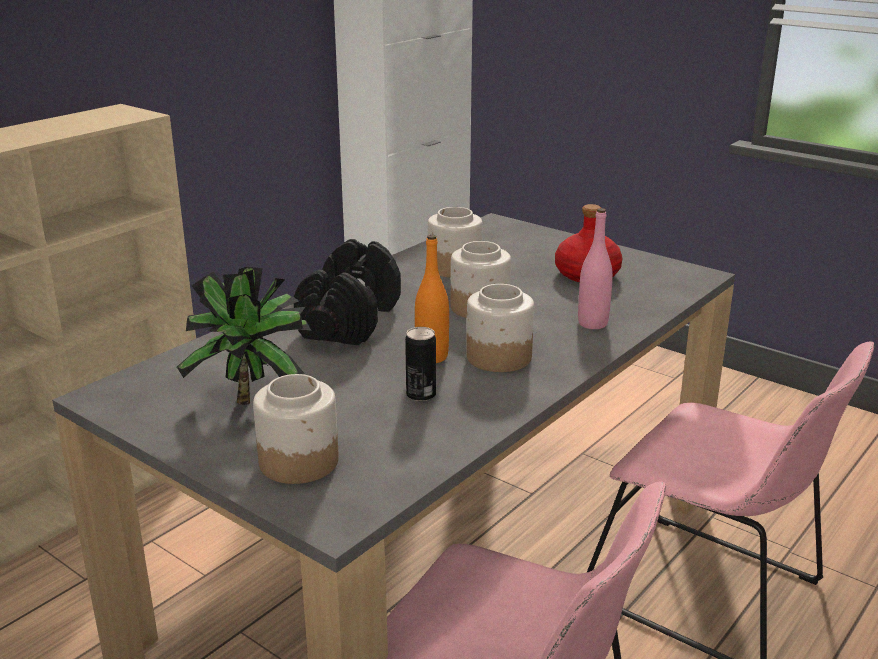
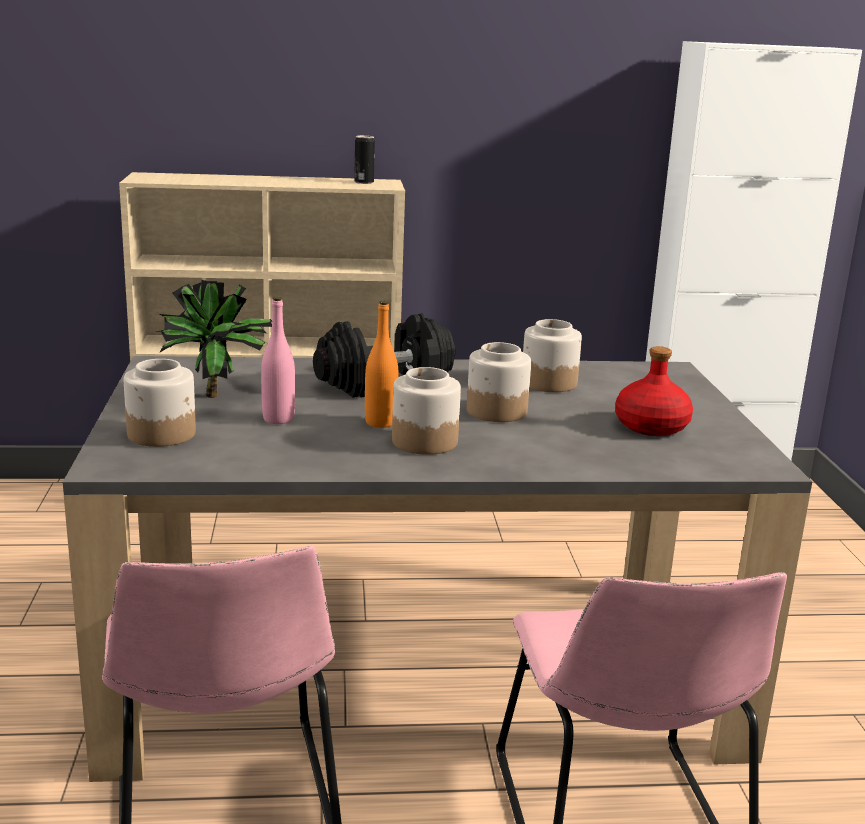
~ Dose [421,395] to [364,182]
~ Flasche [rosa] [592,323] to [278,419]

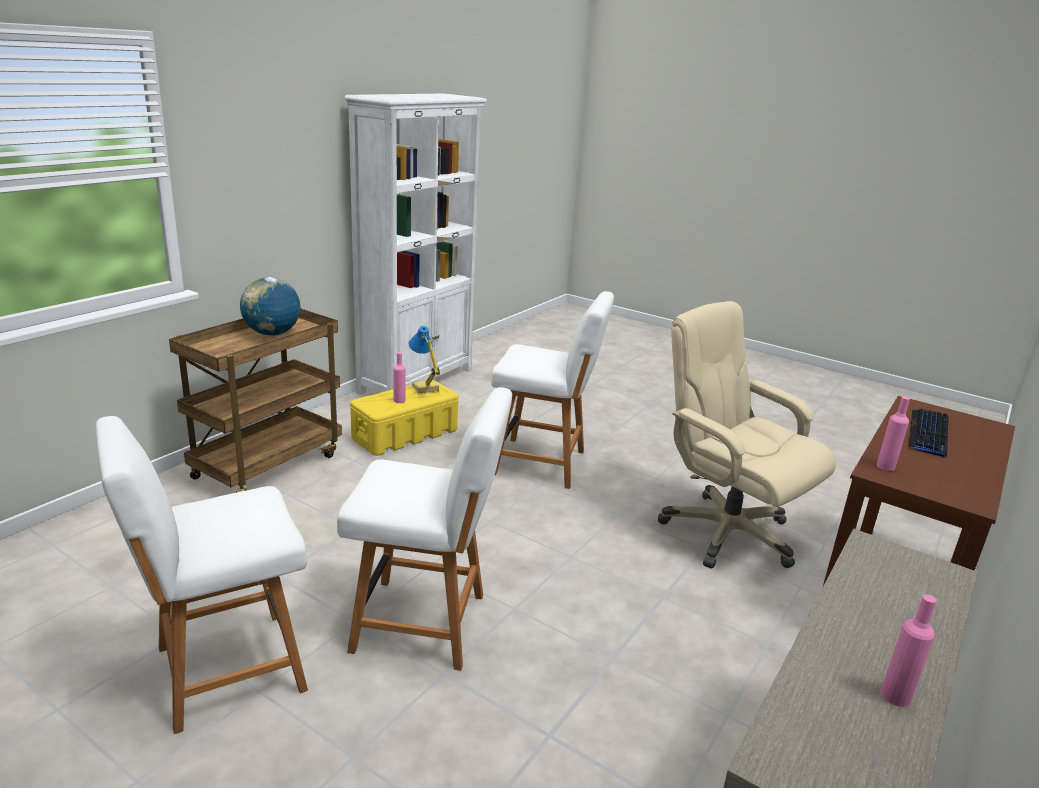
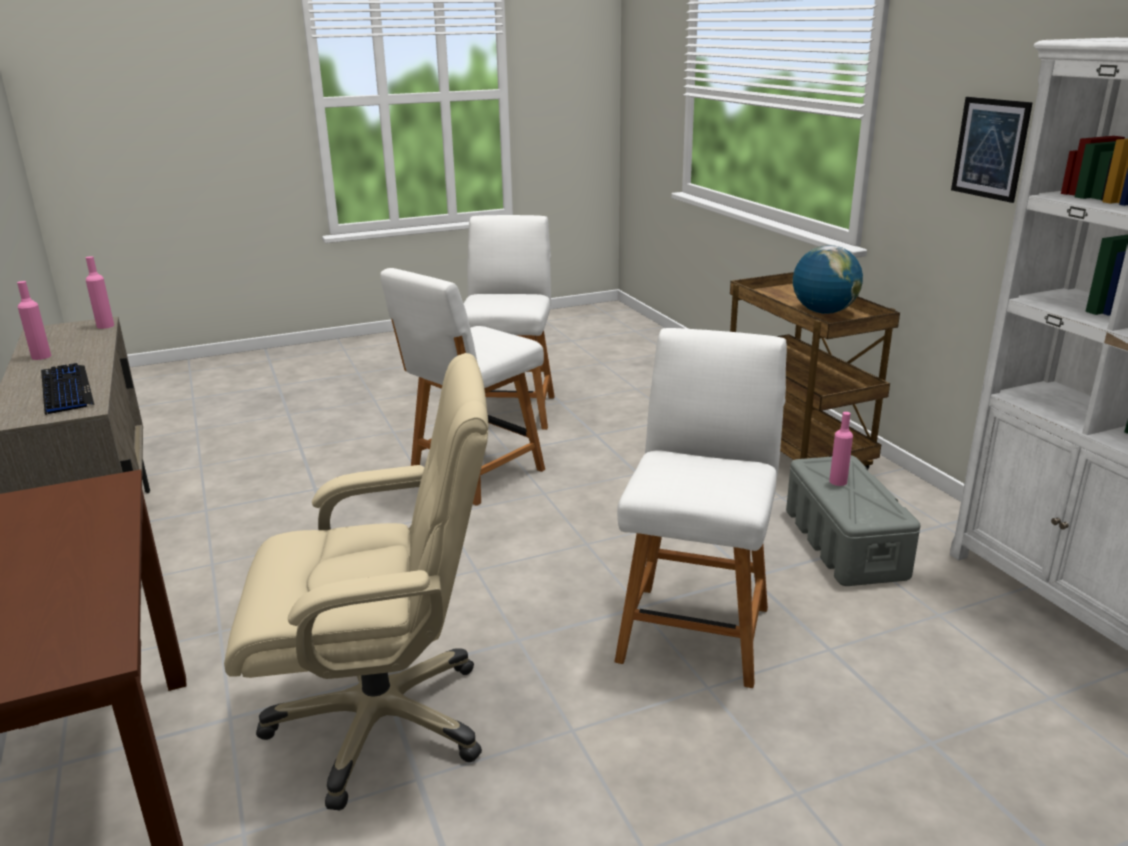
- Tischlampe [424,389]
+ Bild [990,148]
~ Flasche [rosa] [885,466] to [105,326]
~ Tastatur [929,433] to [66,390]
~ Aufbewahrungsbox [gelb] [404,434] to Aufbewahrungsbox [grau] [844,542]
~ Stuhl [weiß] [543,463] = [695,629] 150 degrees clockwise

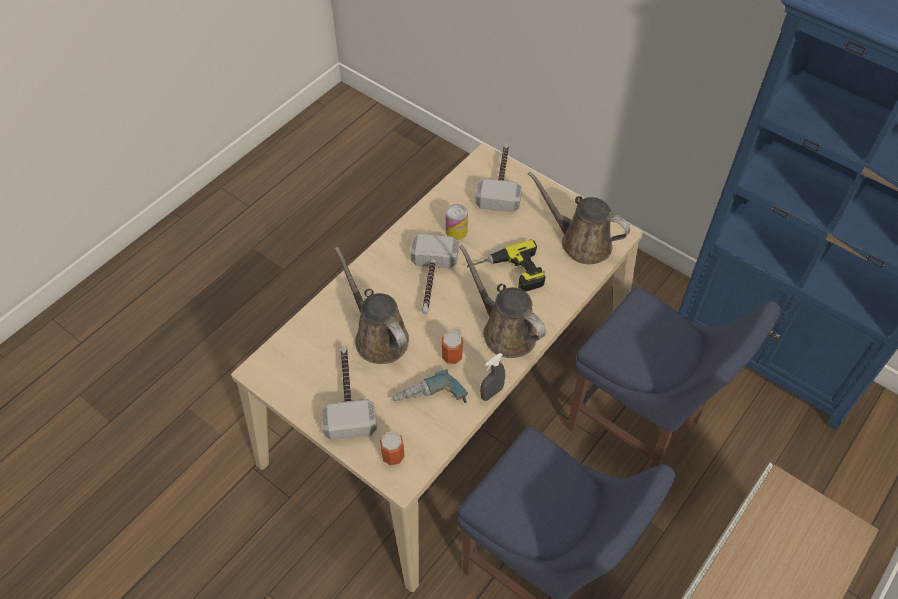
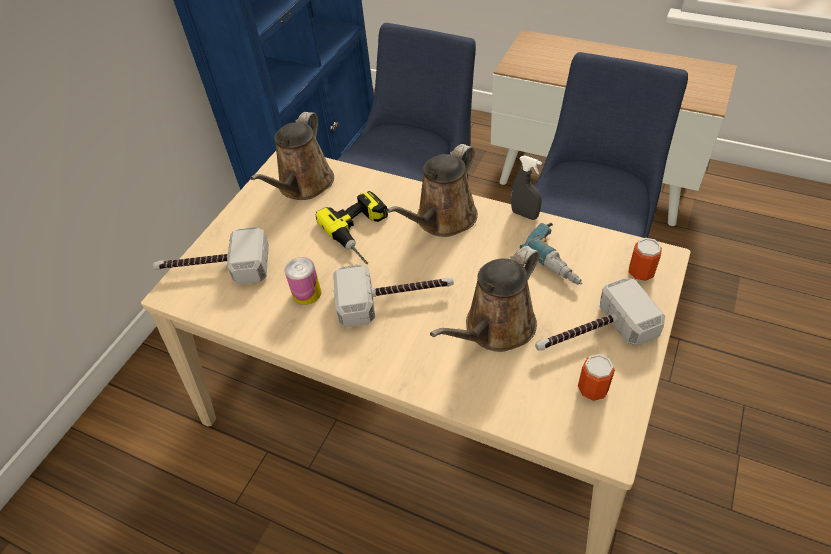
~ Dose [452,356] to [592,389]

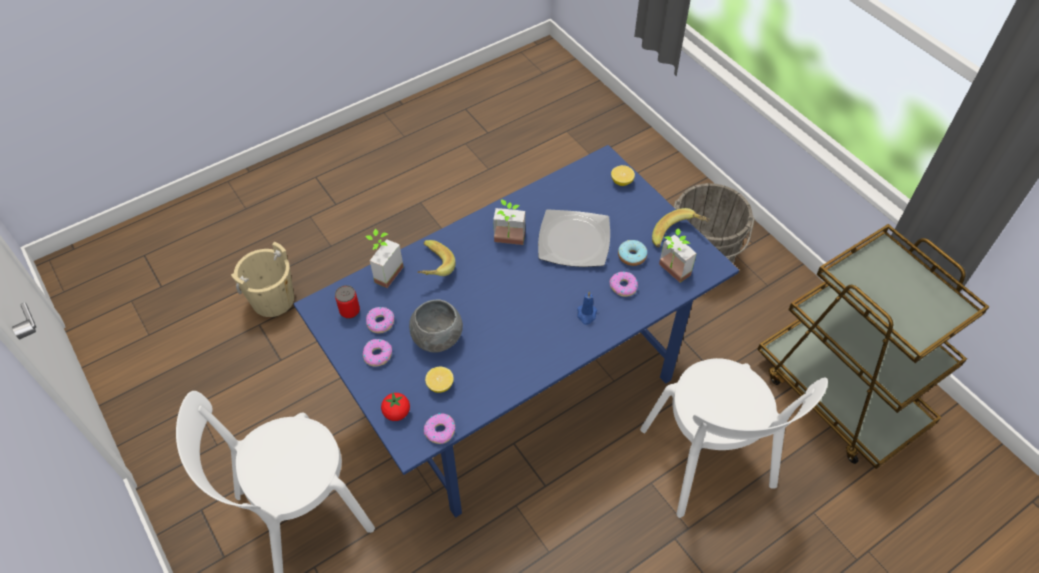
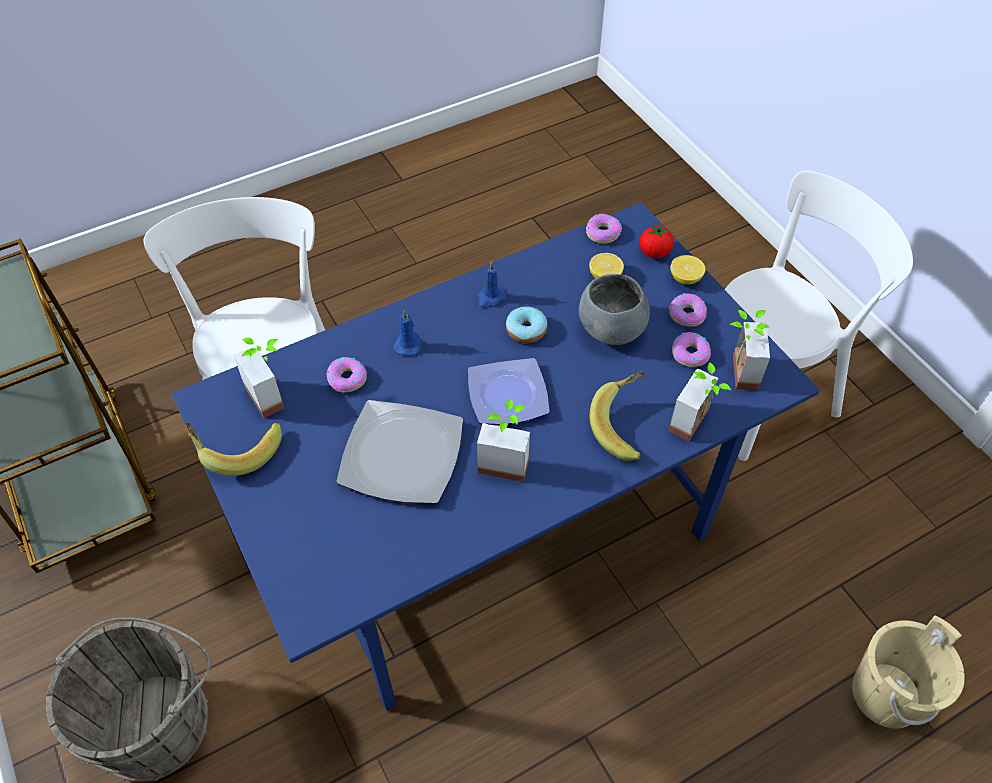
+ Teller [506,397]
+ Kerze [blau] [490,298]
~ Zitrone [621,181] to [685,279]
~ Donut [631,256] to [526,330]
~ Dose [350,311] to Topfpflanze [735,371]

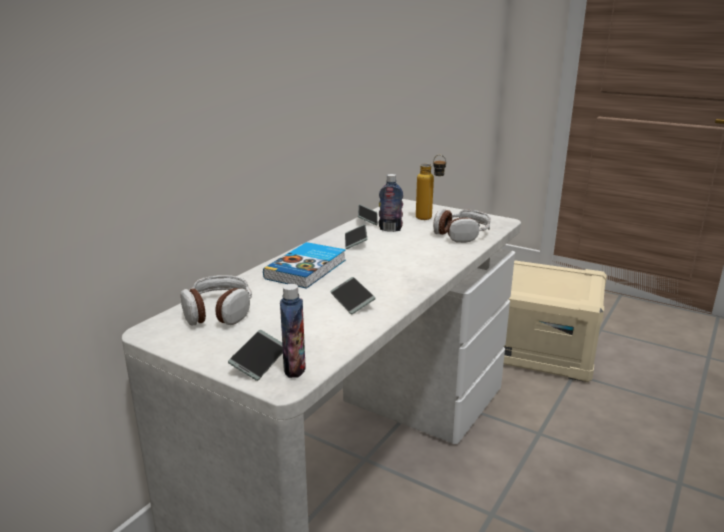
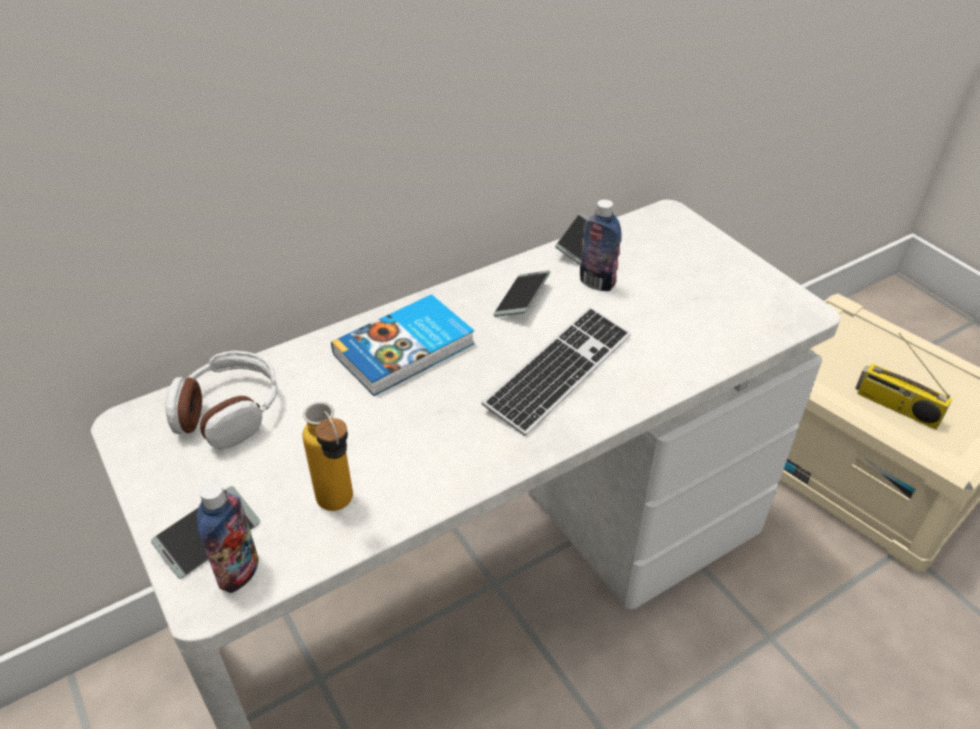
- Handy [352,301]
- Kopfhörer [462,234]
+ Tastatur [559,372]
+ Radio [896,407]
~ Flasche [429,219] to [340,509]

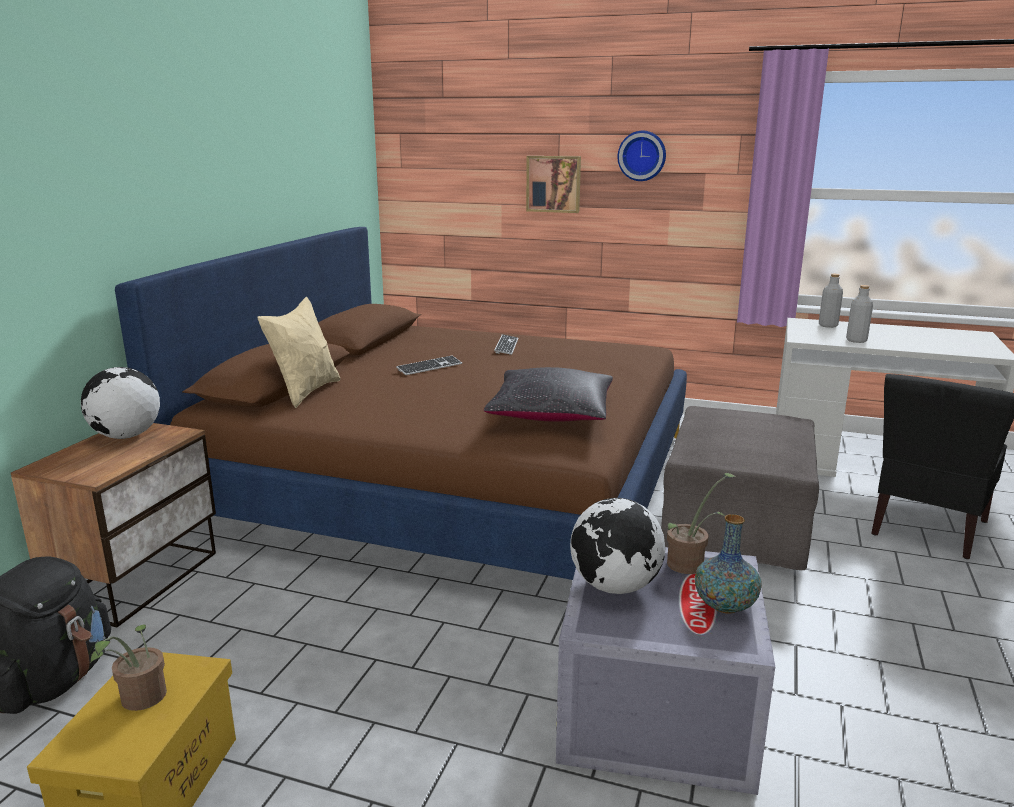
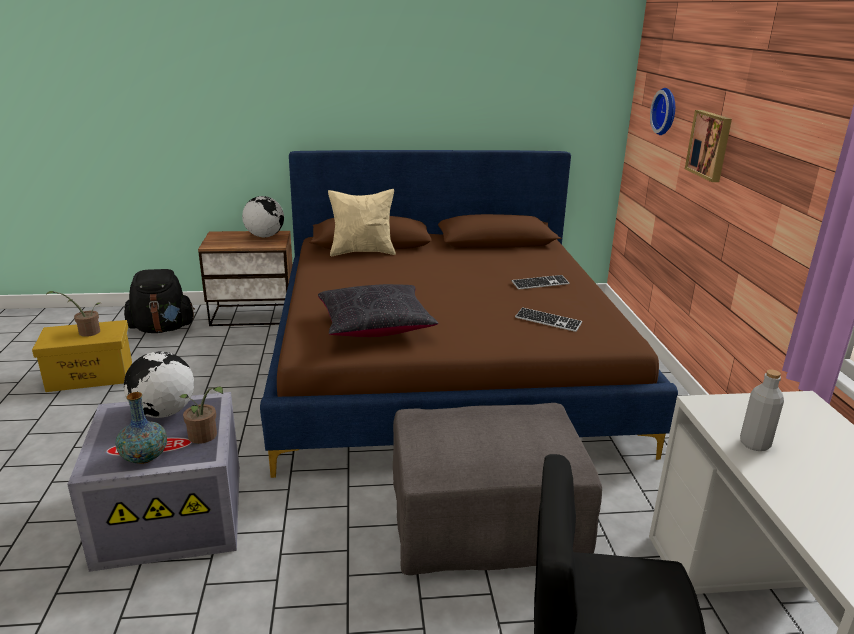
- Flasche [grau] [828,325]
~ Tastatur [429,367] to [548,321]
~ Wanduhr [642,155] to [666,111]

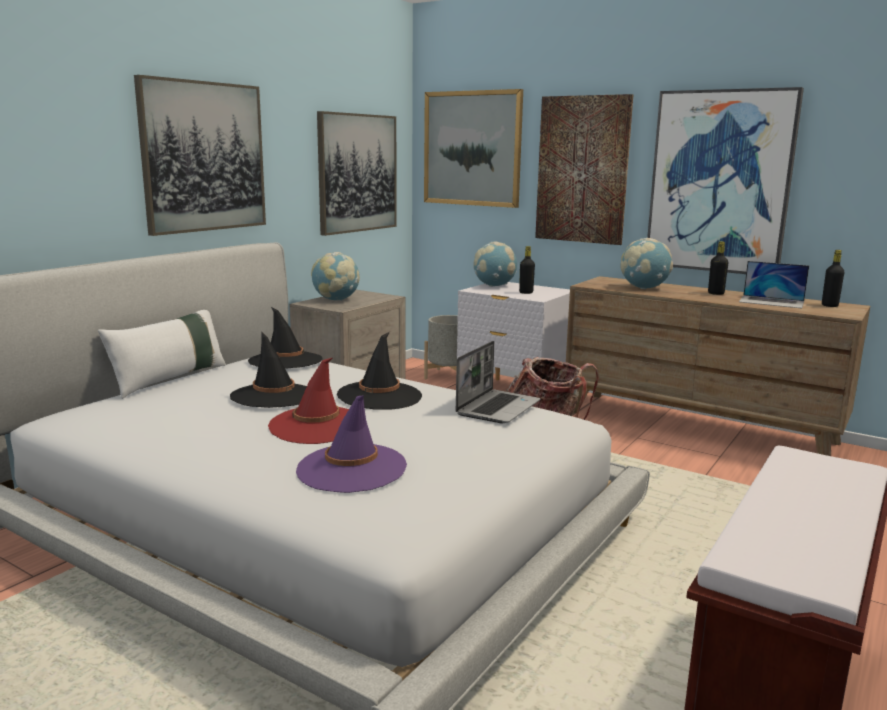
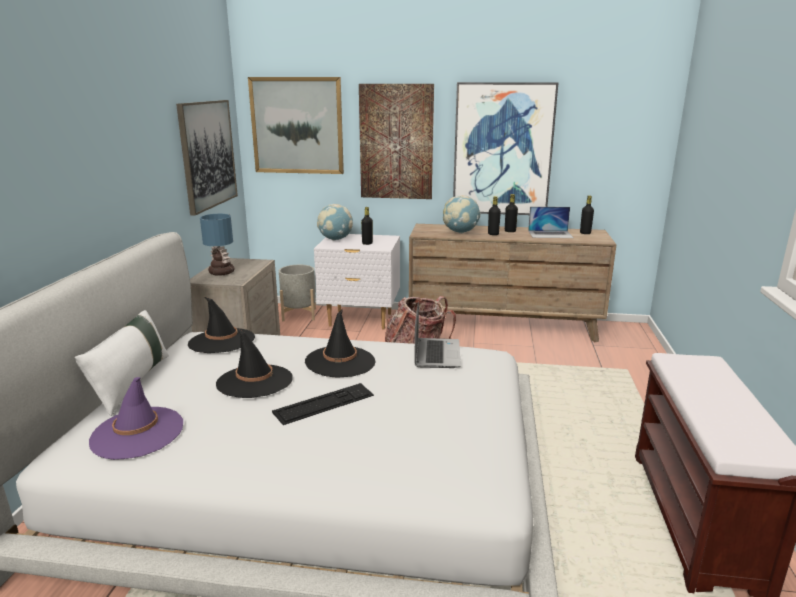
- Bild [204,157]
+ Flasche [schwarz] [493,234]
~ Hut [lila] [351,468] to [137,433]
~ Hut [rot] [317,426] to Tastatur [324,403]
~ Globus [336,300] to Tischlampe [220,272]

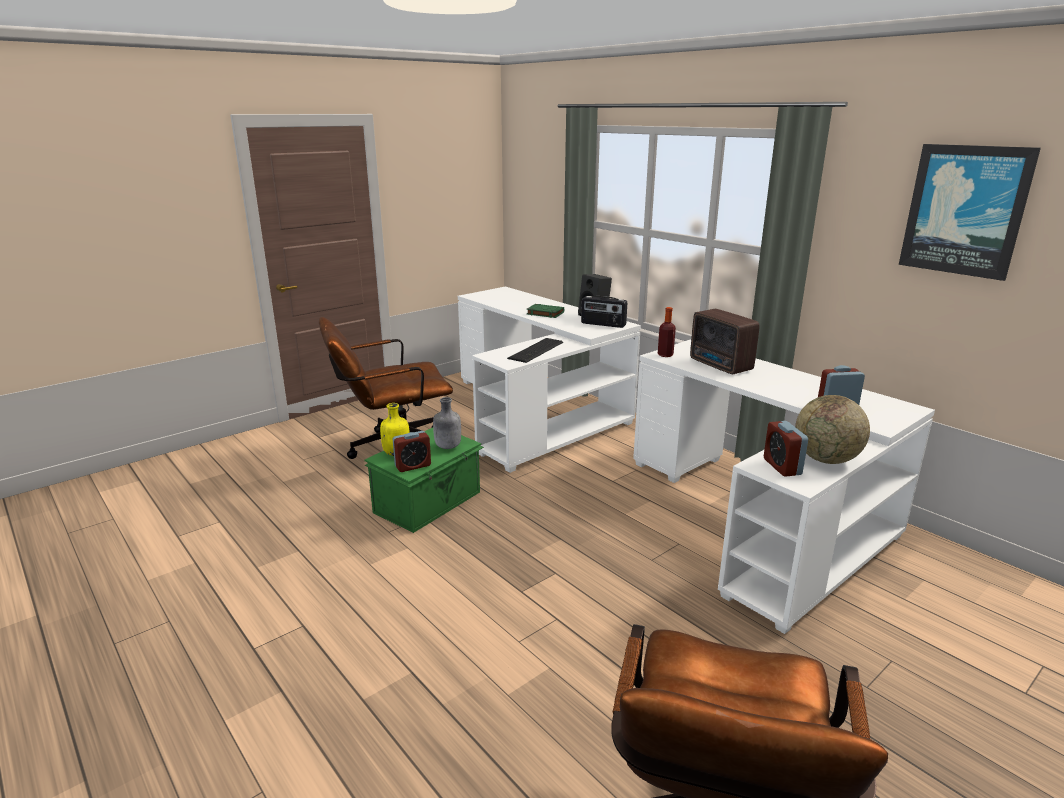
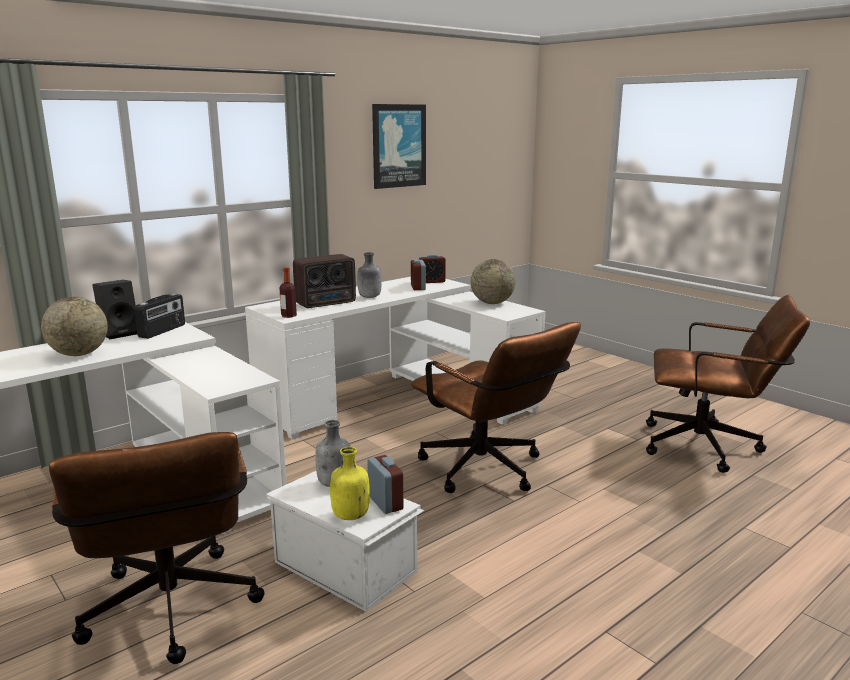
- Tastatur [537,350]
+ Flasche [grau] [369,297]
+ Bürostuhl [braun] [489,472]
~ Wecker [782,467] to [432,281]
~ Buch [grün] [544,313] to Globus [79,354]
~ Aufbewahrungsbox [grün] [429,502] to Aufbewahrungsbox [weiß] [345,565]

